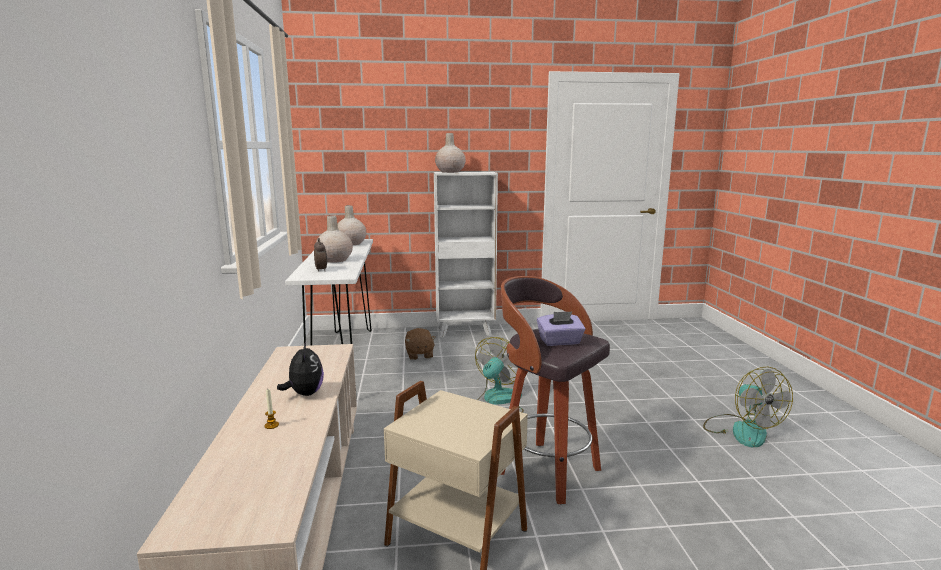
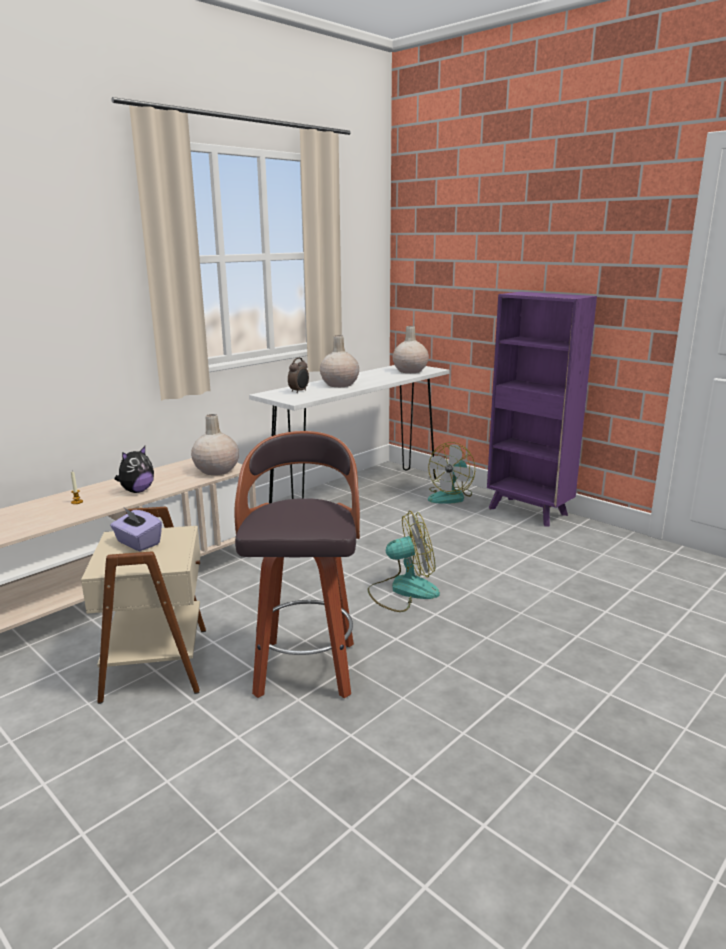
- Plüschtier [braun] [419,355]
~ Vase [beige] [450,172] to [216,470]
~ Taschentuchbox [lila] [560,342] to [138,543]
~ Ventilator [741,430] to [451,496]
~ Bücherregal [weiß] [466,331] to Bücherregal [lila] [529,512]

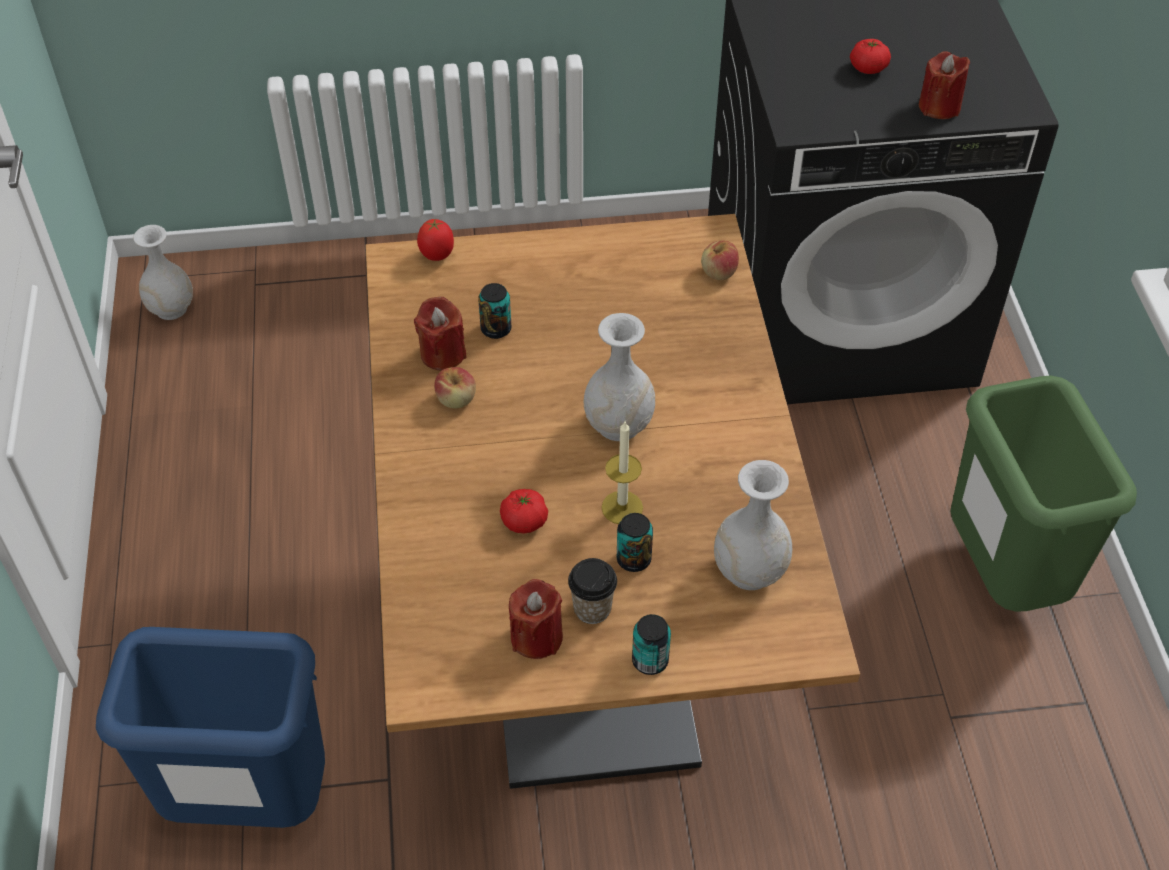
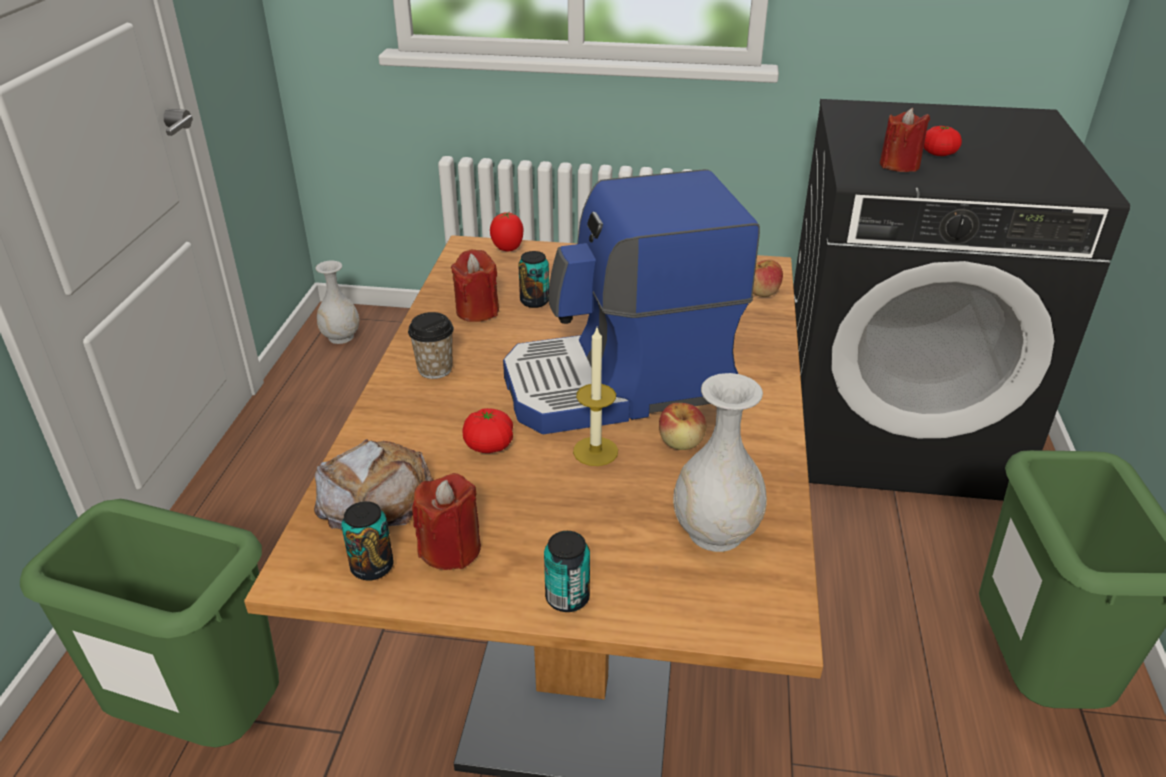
+ Brot [375,495]
~ Apfel [456,399] to [681,442]
~ Tasse [592,609] to [435,369]
~ Dose [633,559] to [372,567]
~ Kerze [rot] [939,107] to [899,165]
~ Vase [weiß] [619,425] to Kaffeemaschine [621,385]
~ Mülleimer [blau] [248,805] to Mülleimer [grün] [201,725]

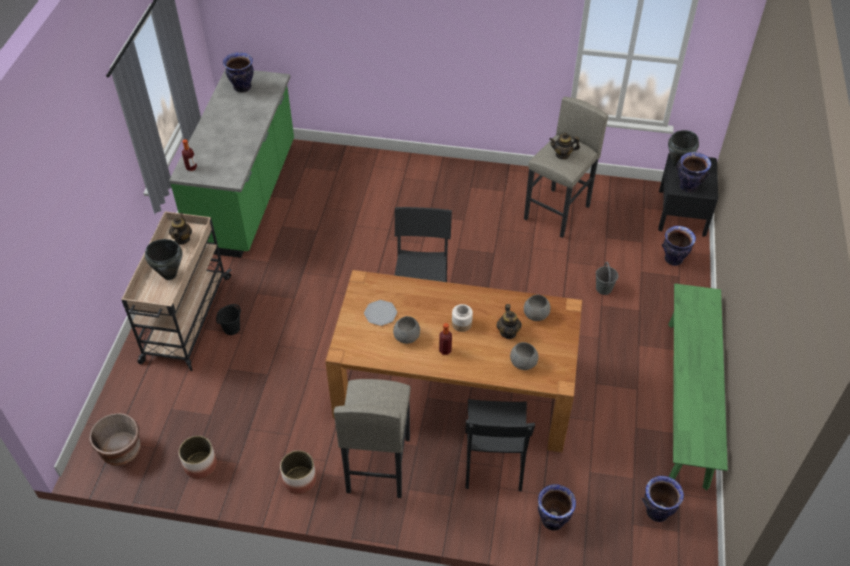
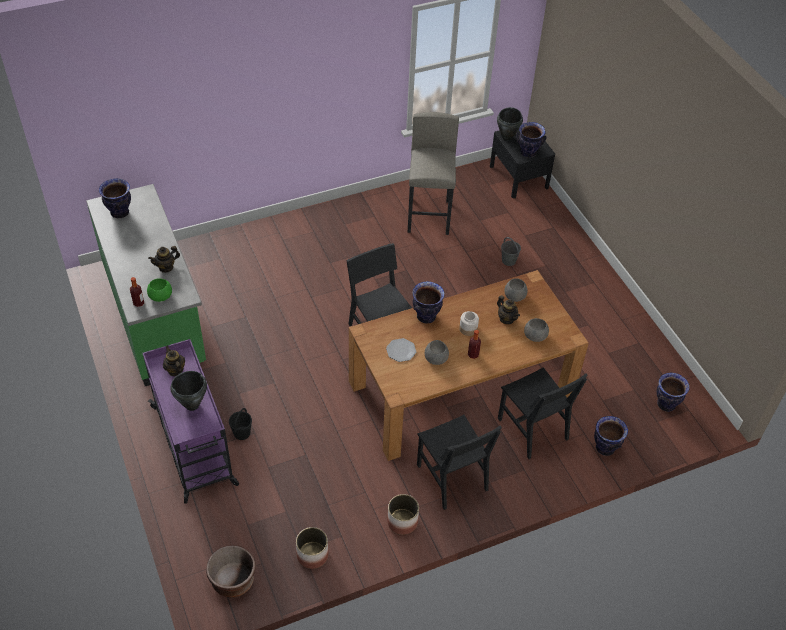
- Bank [grün] [687,401]
+ Schüssel [grün] [161,296]
~ Teekanne [562,155] to [166,267]
~ Vase [673,259] to [426,317]
~ Hocker [grau] [377,465] to Stuhl [schwarz] [452,477]
~ Rollwagen [beige] [186,320] to Rollwagen [lila] [194,446]

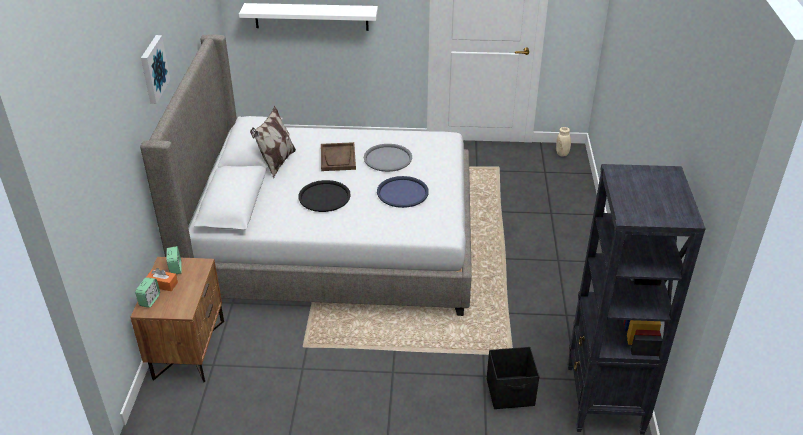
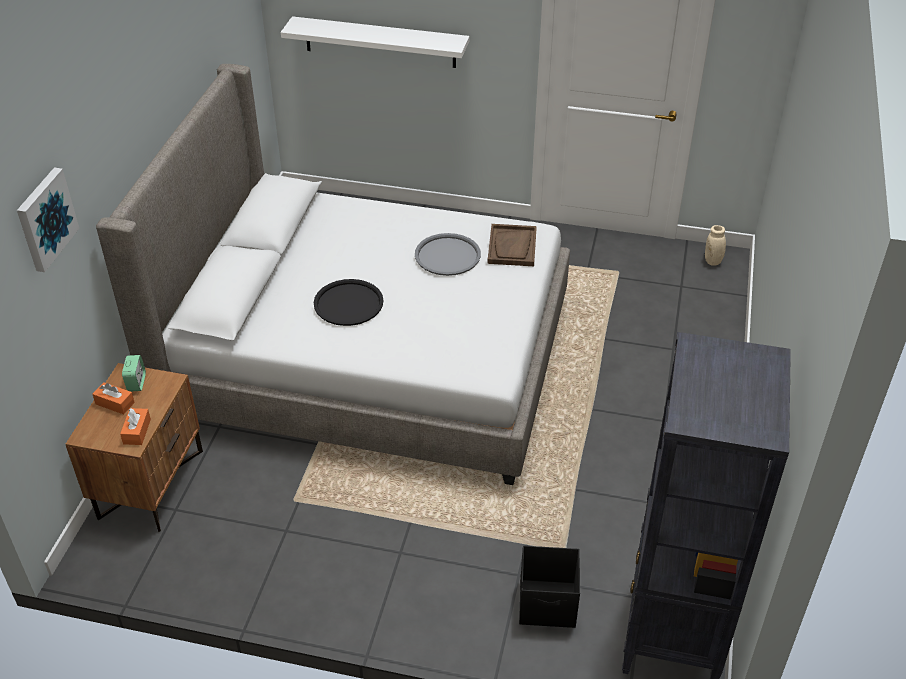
- Wecker [149,300]
- Kissen [276,163]
- Tablett [blau] [402,193]
+ Taschentuchbox [orange] [137,431]
~ Bild [153,69] to [45,219]
~ Tablett [braun] [338,158] to [512,247]

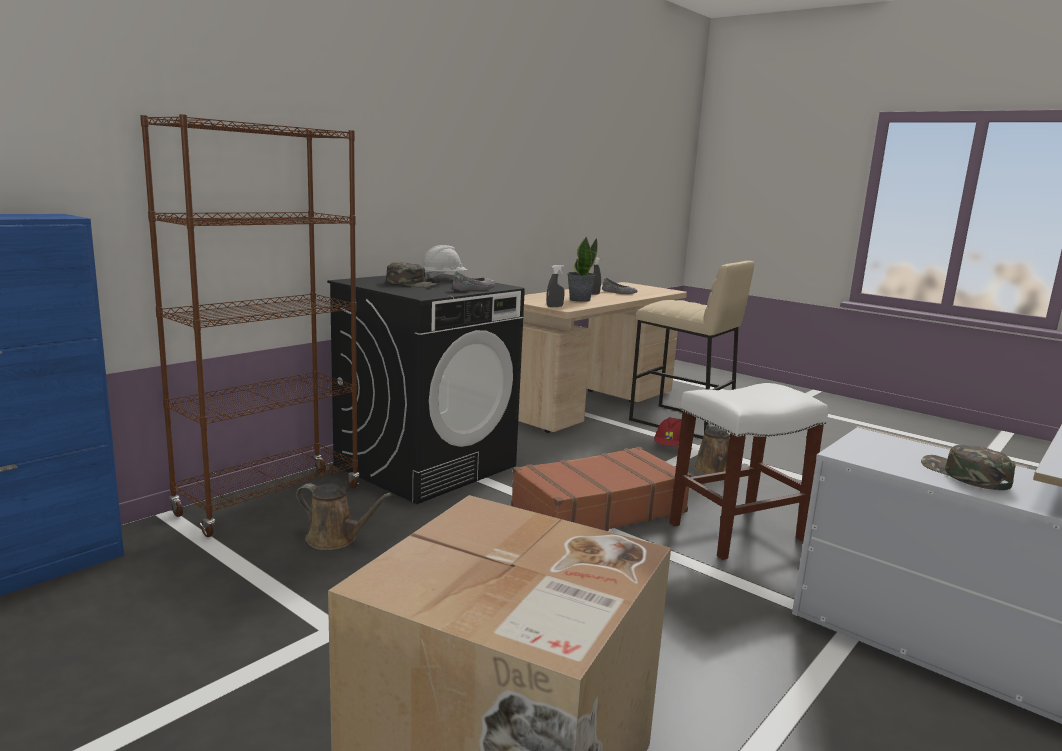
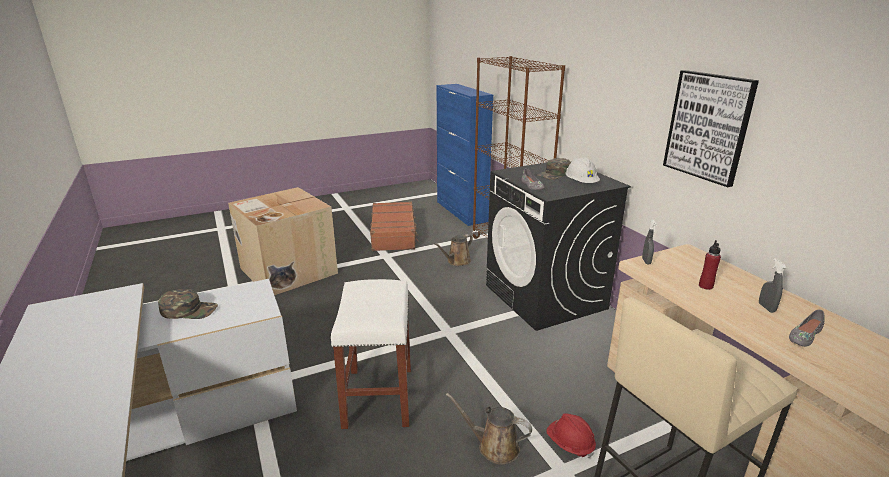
+ Bild [708,126]
~ Koffer [braun] [598,509] to [394,234]
~ Topfpflanze [579,300] to Flasche [rot] [705,286]

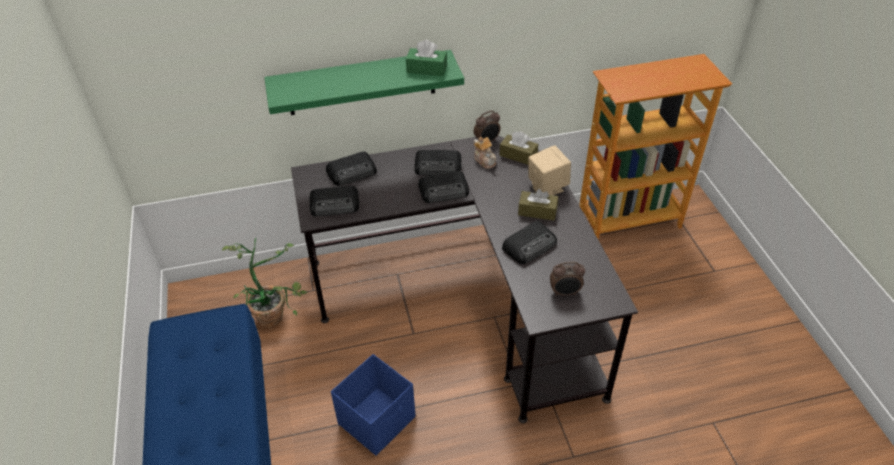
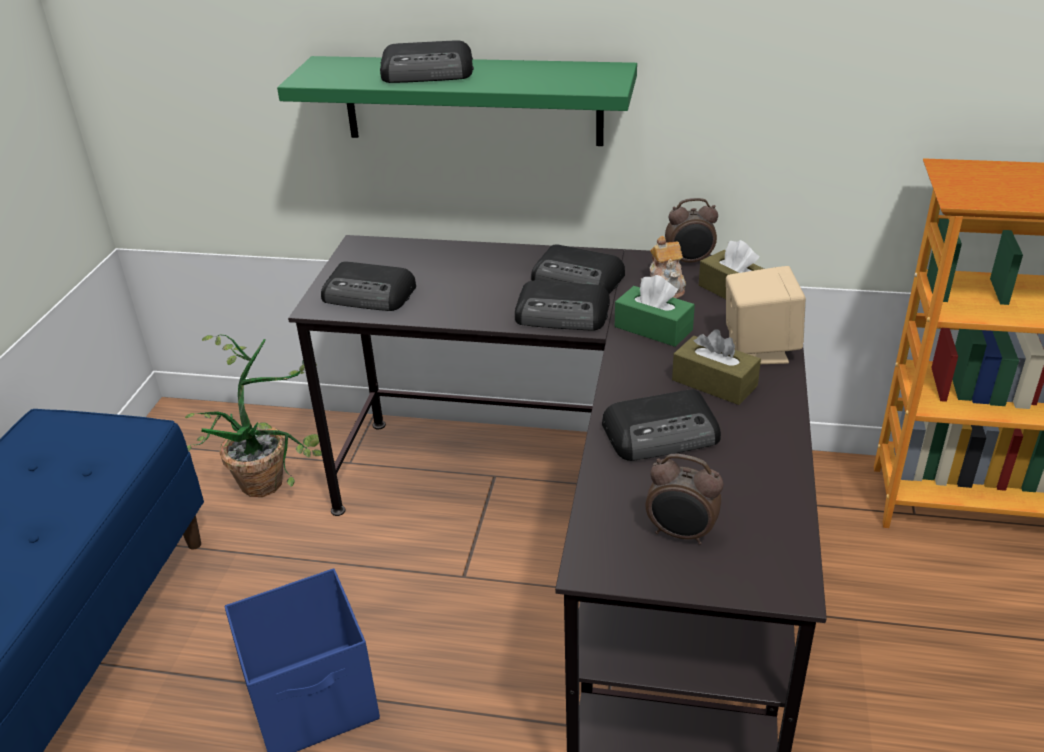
~ Radio [353,172] to [429,73]
~ Taschentuchbox [grün] [426,69] to [653,328]

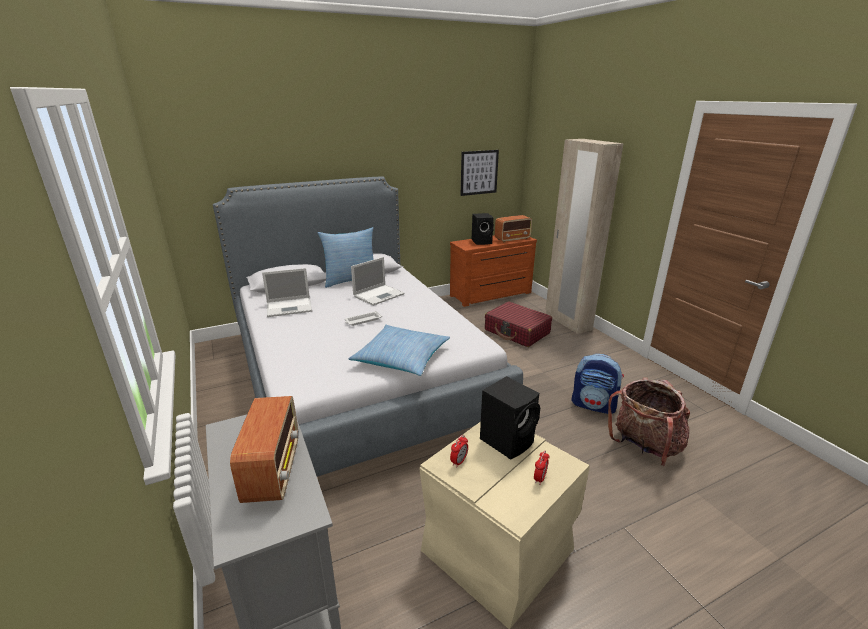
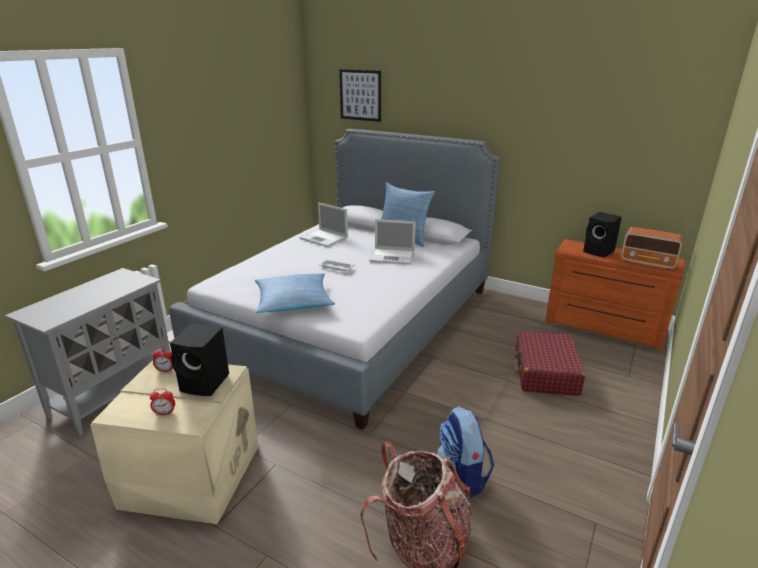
- Radio [273,469]
- Kleiderschrank [beige] [567,322]
~ Bild [479,172] to [360,95]

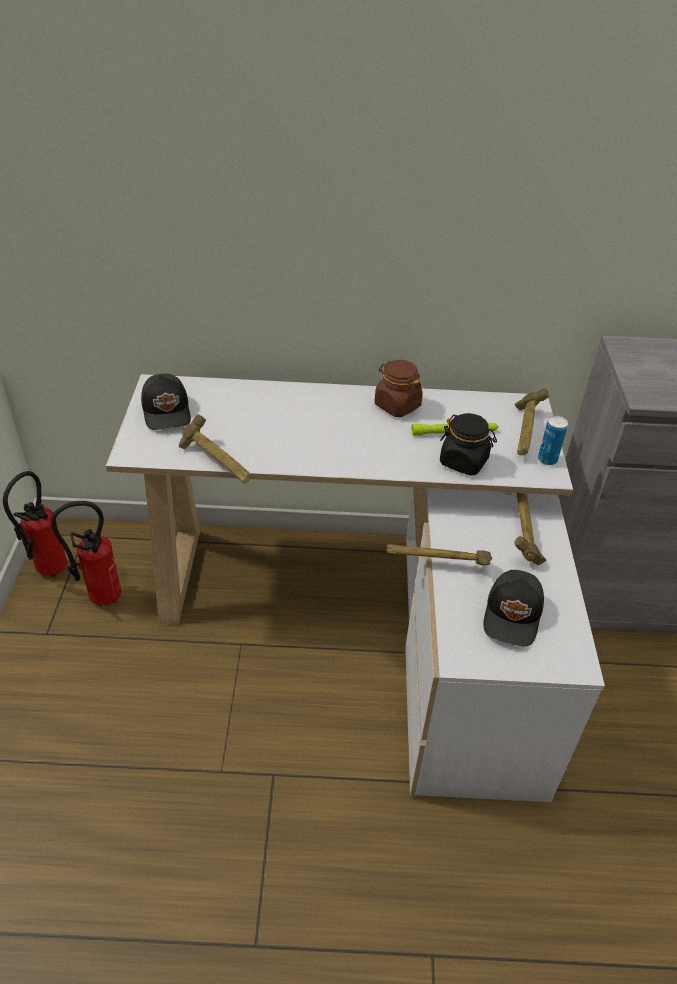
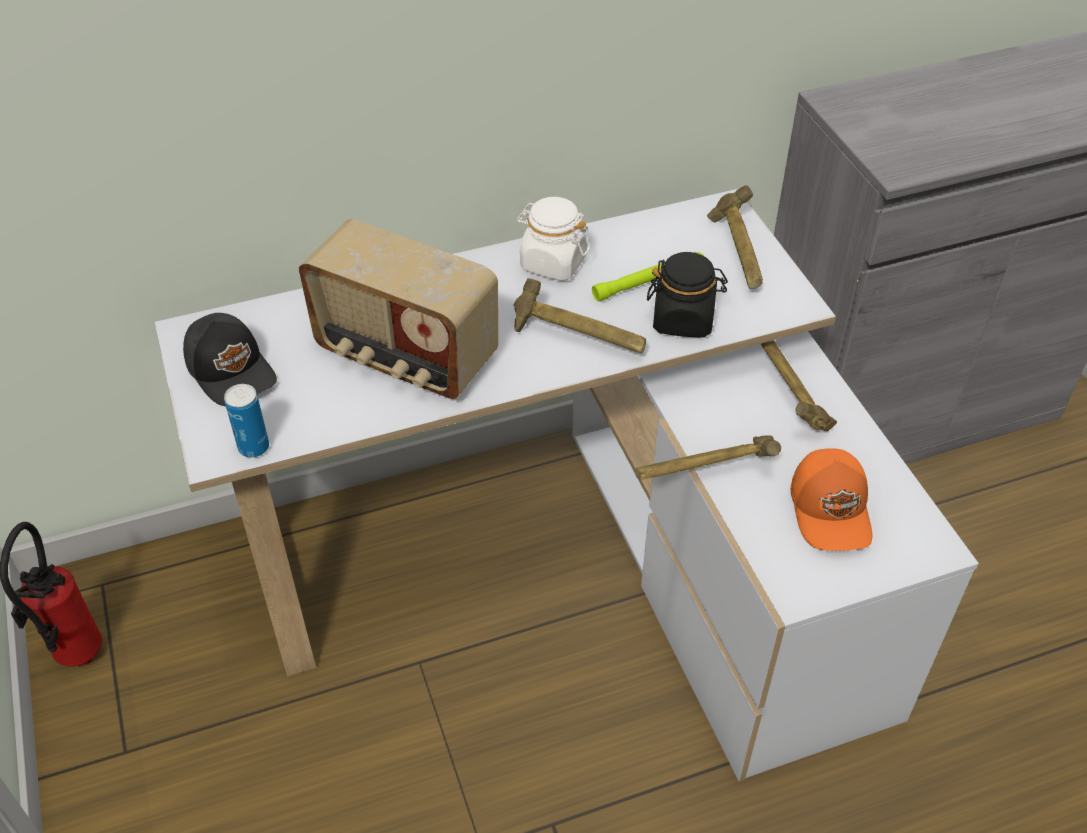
- Feuerlöscher [100,597]
+ Radio [405,357]
~ Hammer [217,464] to [578,339]
~ Dose [547,460] to [254,447]
~ Vorratsglas [braun] [397,405] to Vorratsglas [weiß] [553,263]
~ Kappe [schwarz] [513,615] to Kappe [orange] [832,510]

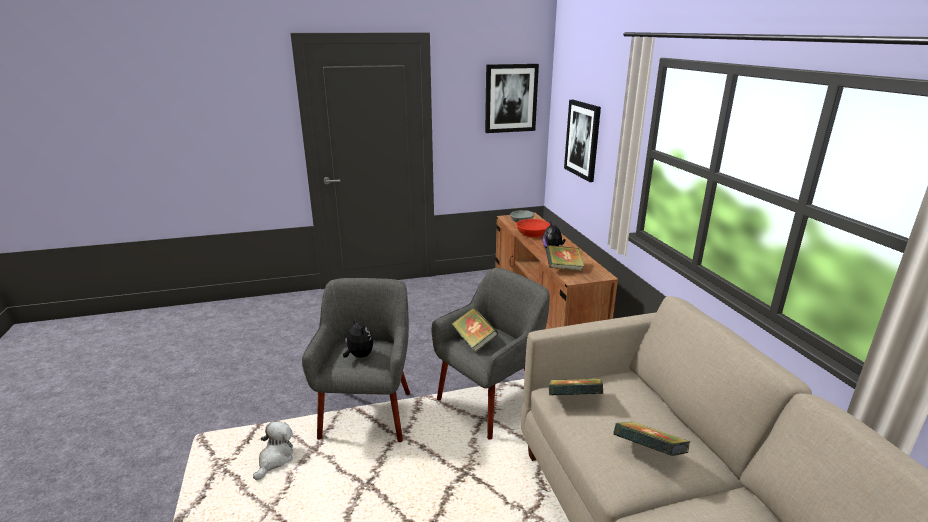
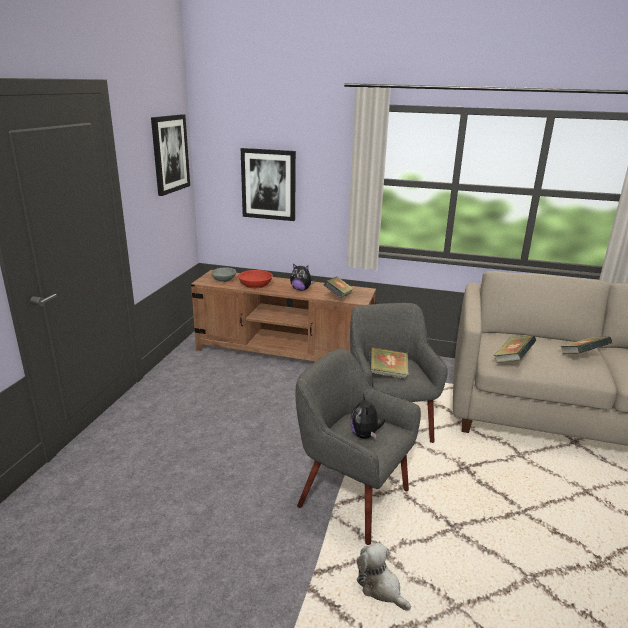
~ Plüschtier [359,356] = [365,435] 90 degrees counterclockwise

